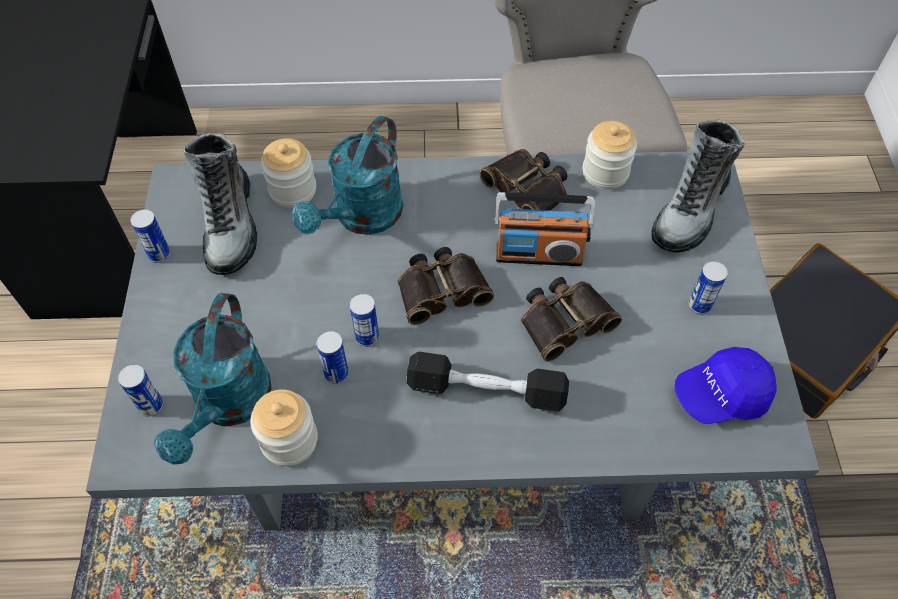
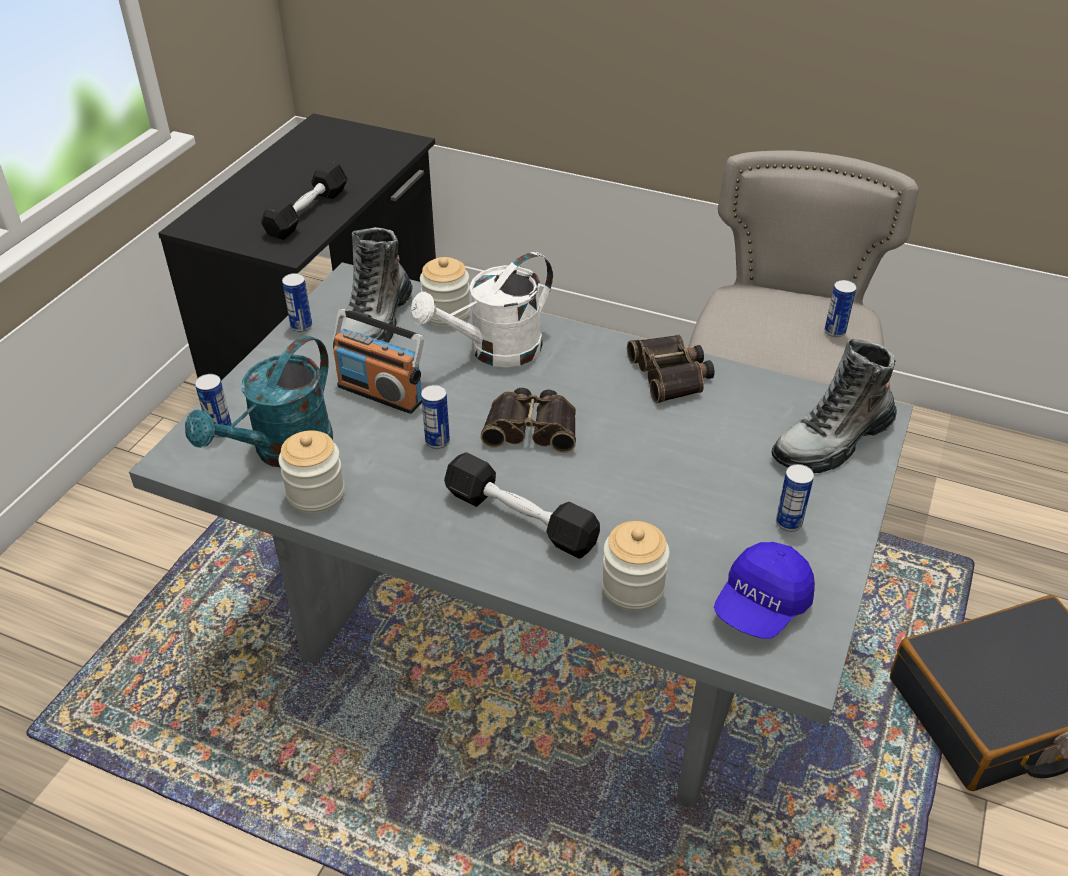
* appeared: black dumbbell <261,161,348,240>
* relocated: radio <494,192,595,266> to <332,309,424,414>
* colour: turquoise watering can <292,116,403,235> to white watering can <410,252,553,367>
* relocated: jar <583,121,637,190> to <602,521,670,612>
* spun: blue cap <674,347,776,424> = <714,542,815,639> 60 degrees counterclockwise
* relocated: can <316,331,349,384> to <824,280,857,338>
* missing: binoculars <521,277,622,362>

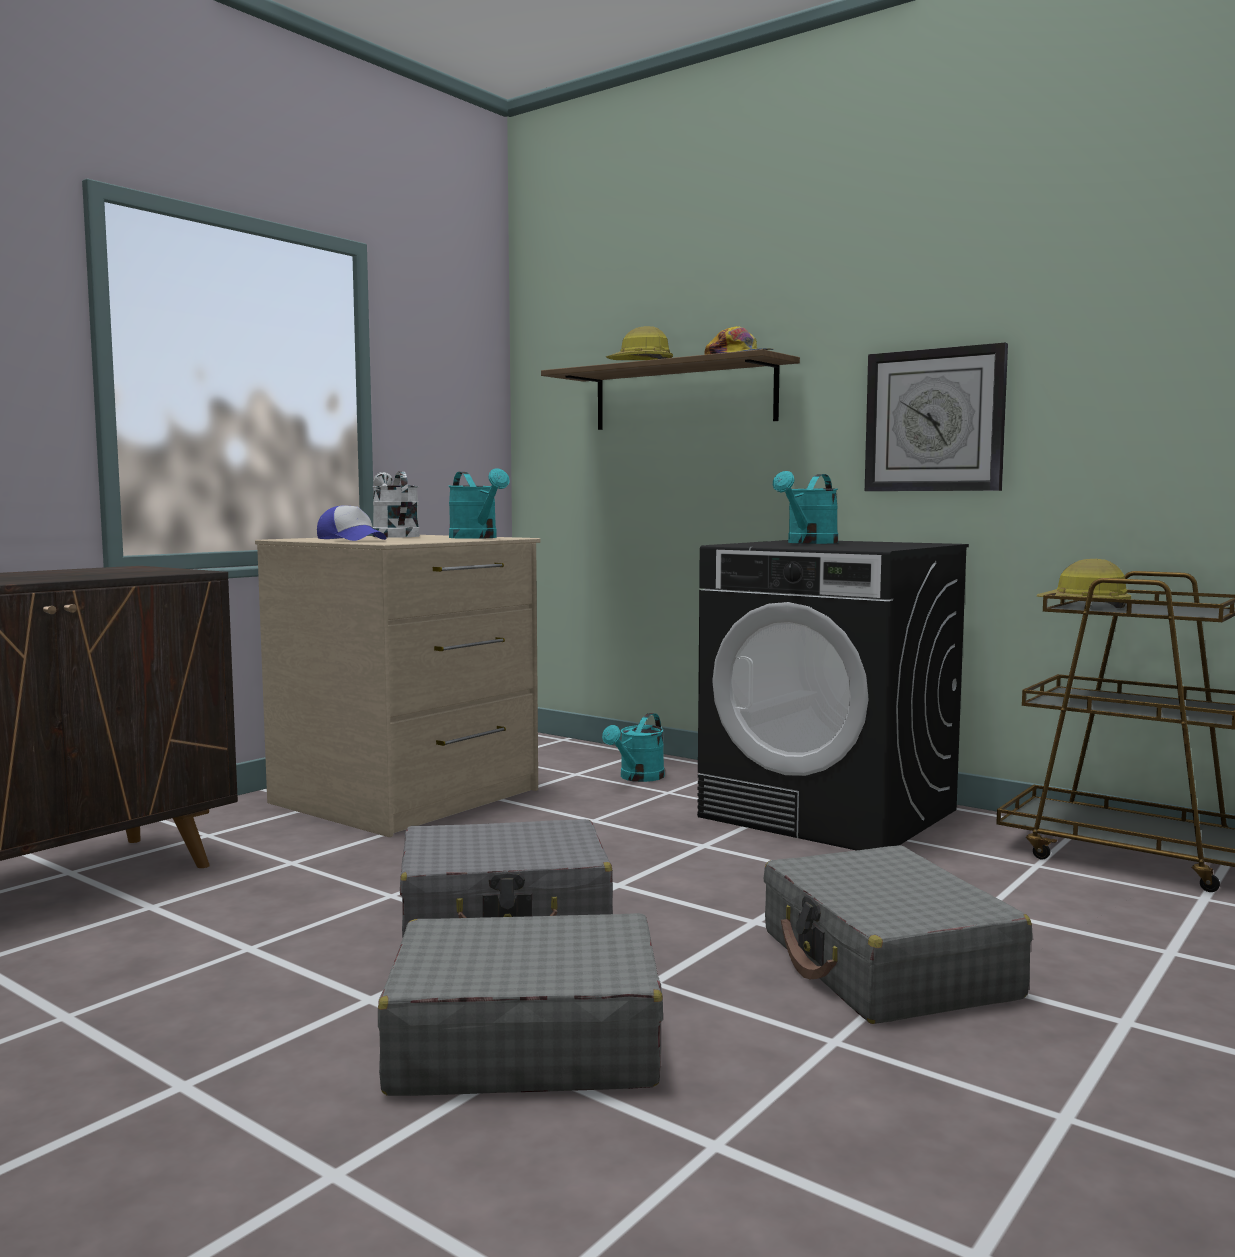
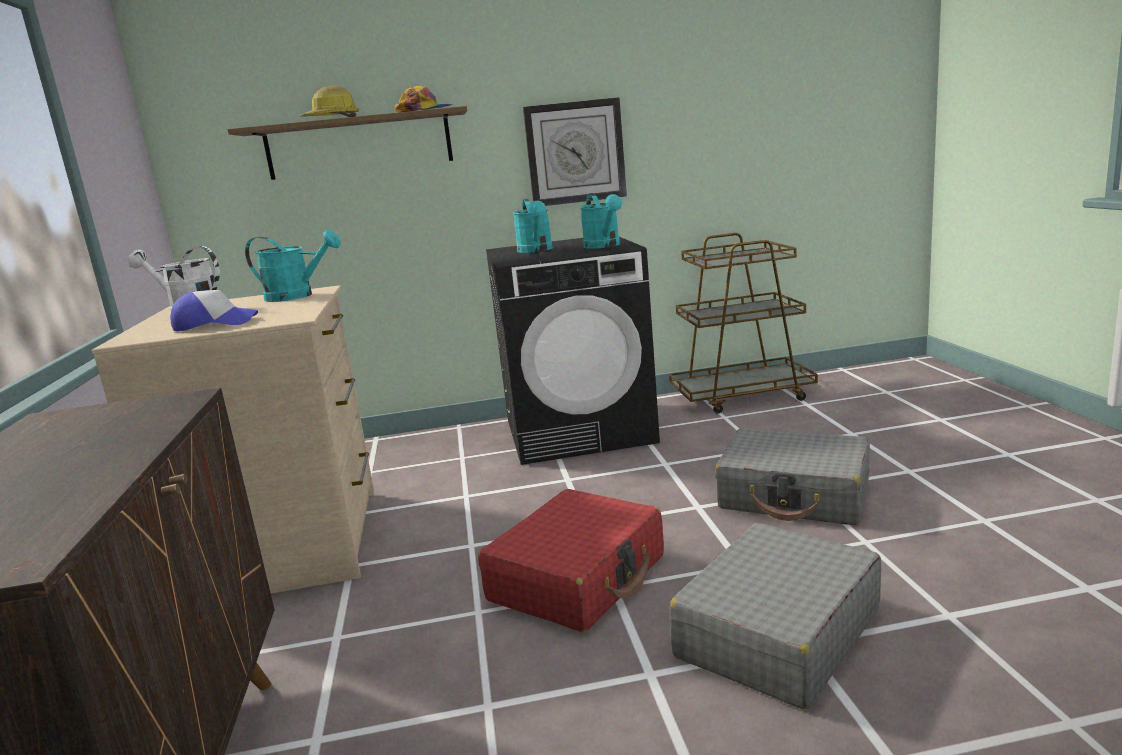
* colour: grey suitcase <400,819,613,939> to red suitcase <478,489,664,632>
* relocated: turquoise watering can <602,713,665,782> to <580,193,622,249>
* missing: hard hat <1037,559,1131,608>

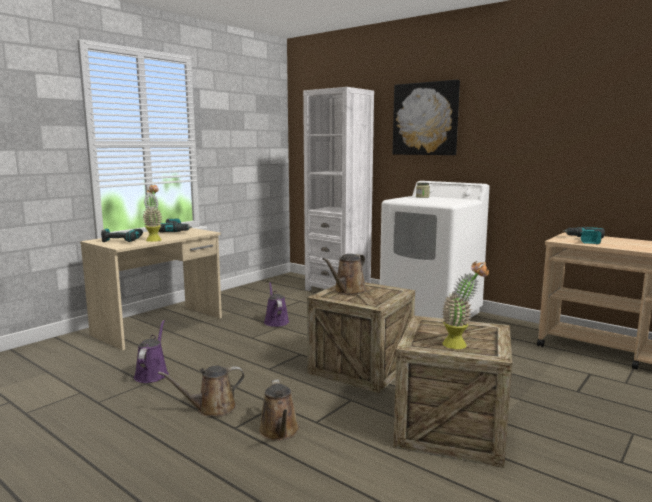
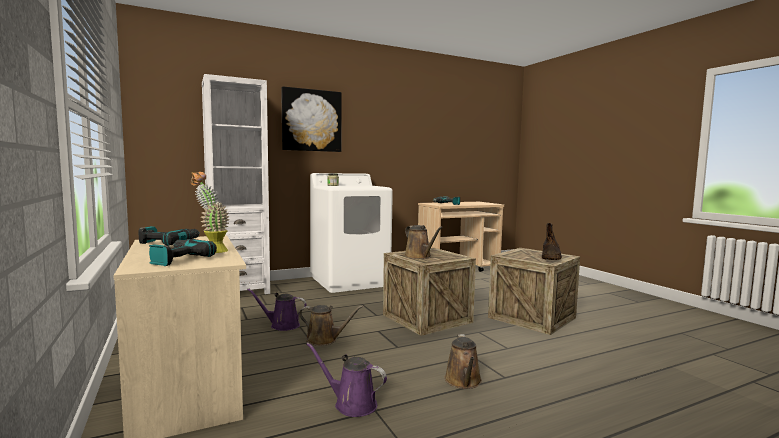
* relocated: brown watering can <259,379,300,441> to <299,305,364,346>
* exchanged: potted plant <442,261,489,349> to brown boot <542,223,562,260>

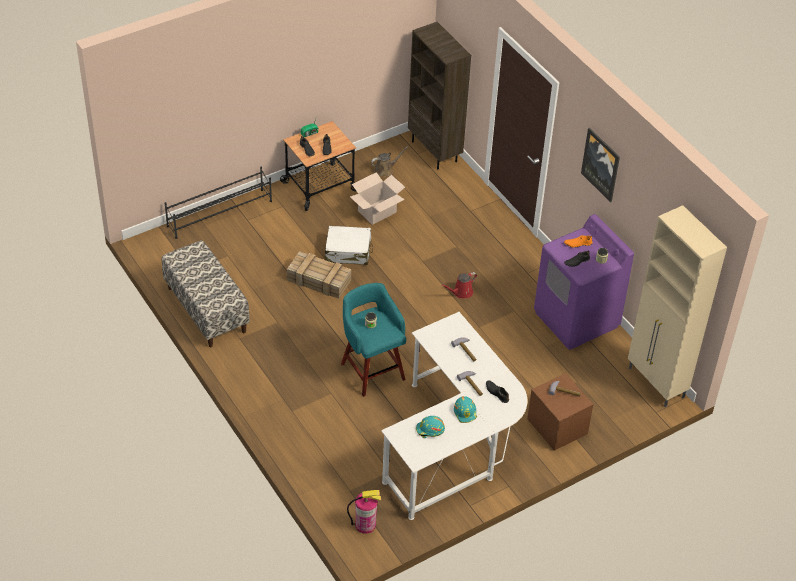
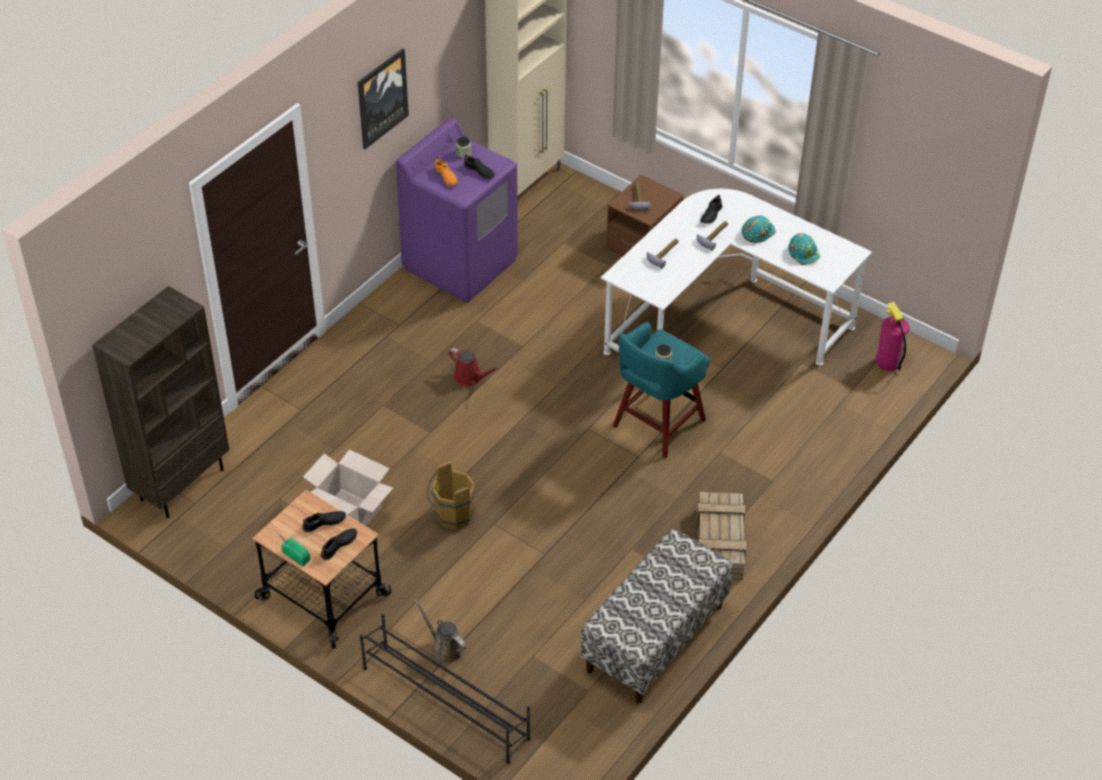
* relocated: brown watering can <371,146,408,177> to <414,599,466,663>
* exchanged: white suitcase <325,226,373,265> to brown bucket <427,462,476,530>
* relocated: crate <287,251,351,299> to <697,492,746,580>

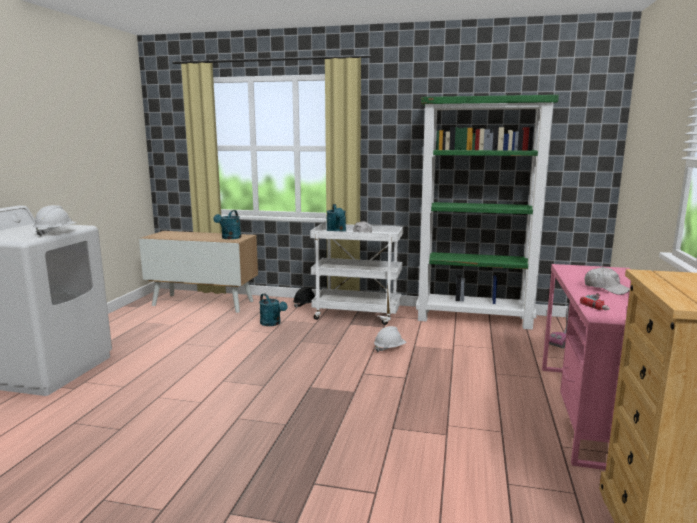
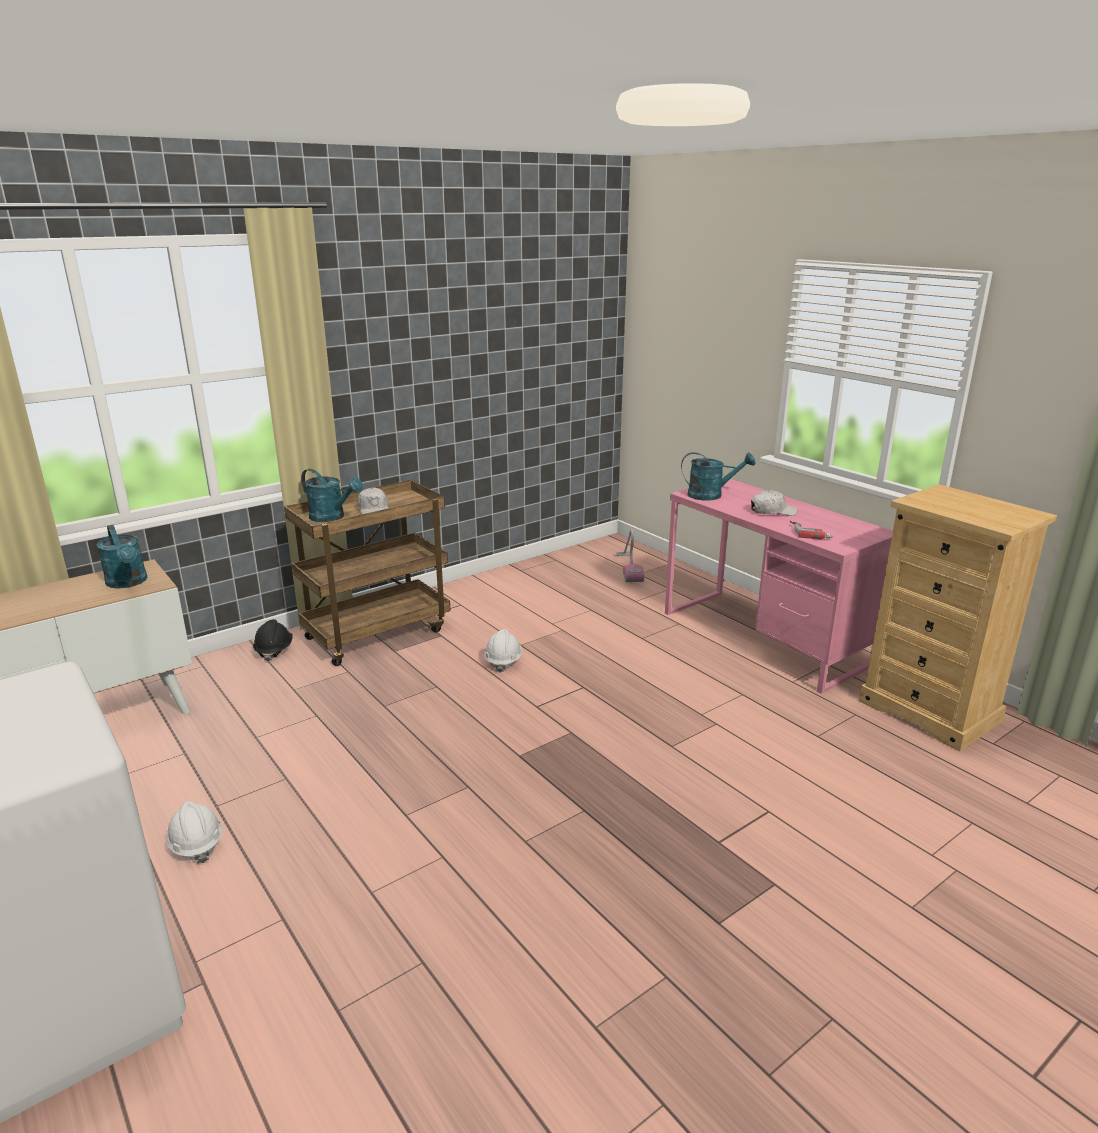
* relocated: white hard hat <33,205,76,236> to <166,801,223,863>
* colour: white cart <310,223,403,325> to brown cart <284,480,450,666>
* relocated: turquoise watering can <259,293,288,326> to <681,452,755,501>
* missing: green bookcase <416,95,559,330>

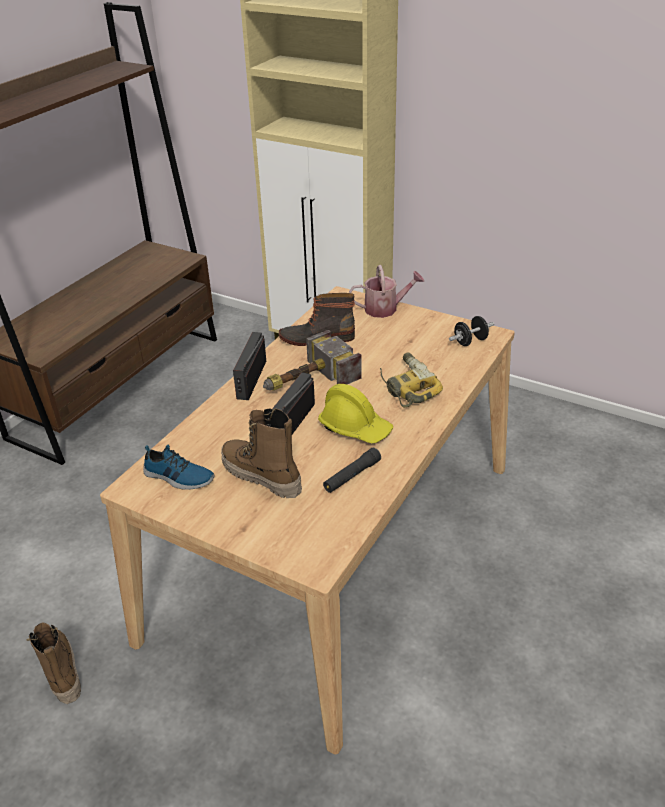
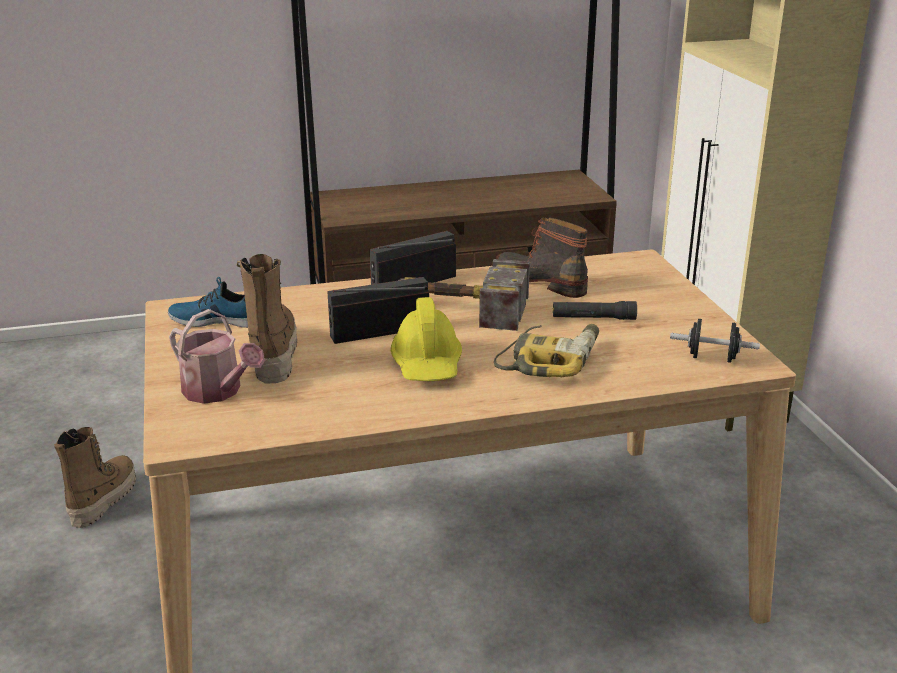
* spun: shoe <143,445,215,490> = <168,277,248,328> 120 degrees clockwise
* relocated: watering can <349,265,424,318> to <169,309,265,404>
* relocated: black flashlight <323,448,381,493> to <553,301,637,320>

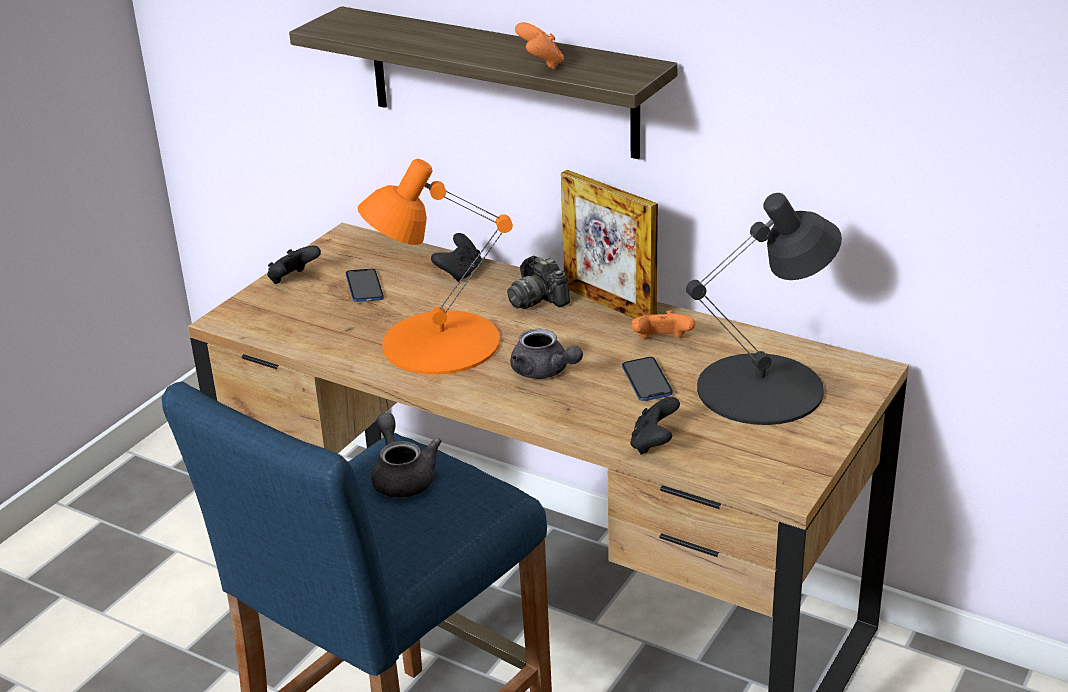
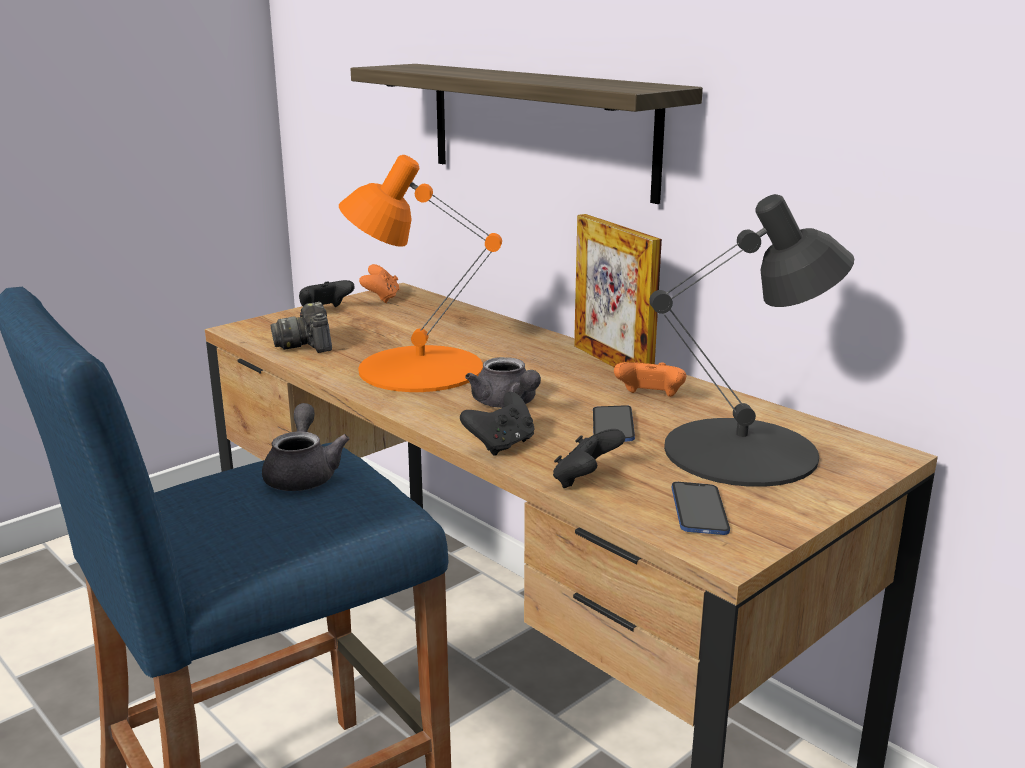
* relocated: photo camera <507,256,570,309> to <271,302,332,353>
* relocated: orange game controller <515,22,564,70> to <359,264,399,303>
* relocated: black game controller <431,233,482,282> to <460,392,534,456>
* relocated: phone <346,269,384,302> to <671,482,730,535>

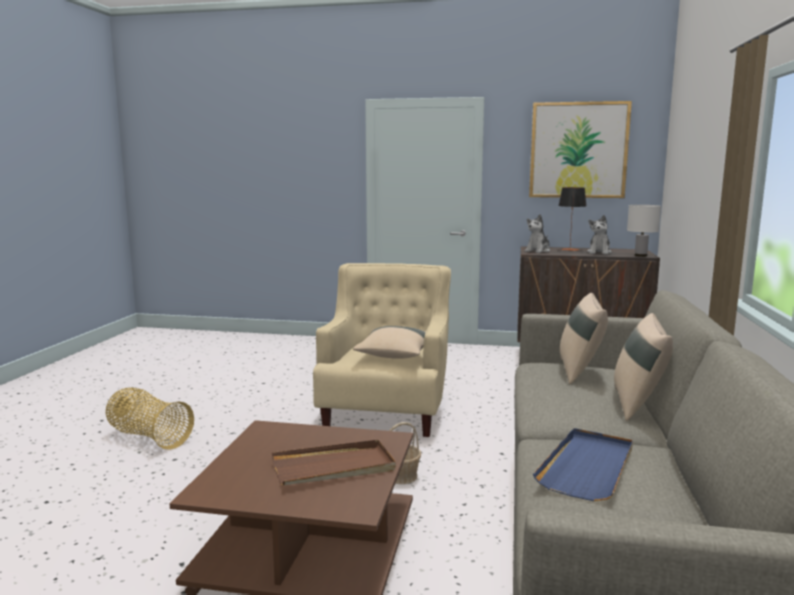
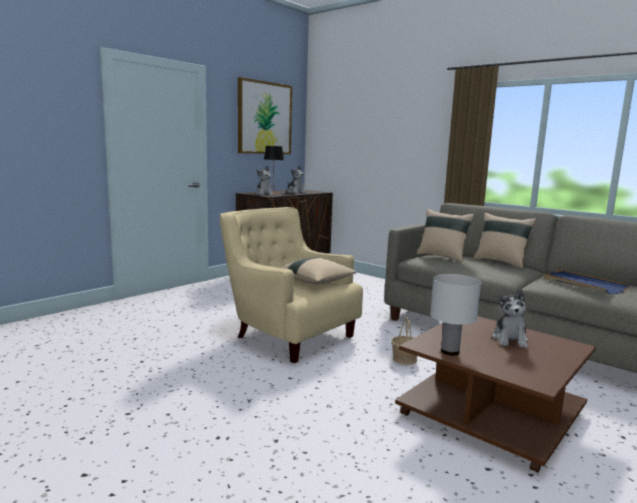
* relocated: white table lamp <627,205,661,257> to <430,274,481,356>
* exchanged: brown tray <272,440,396,485> to plush toy <492,289,528,348>
* missing: basket <106,387,194,450>

